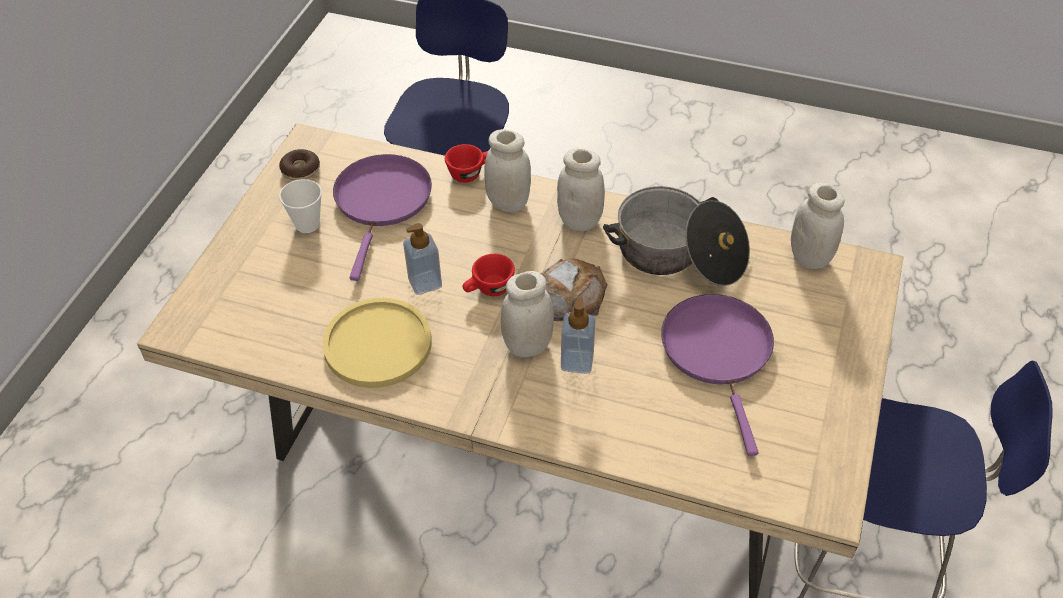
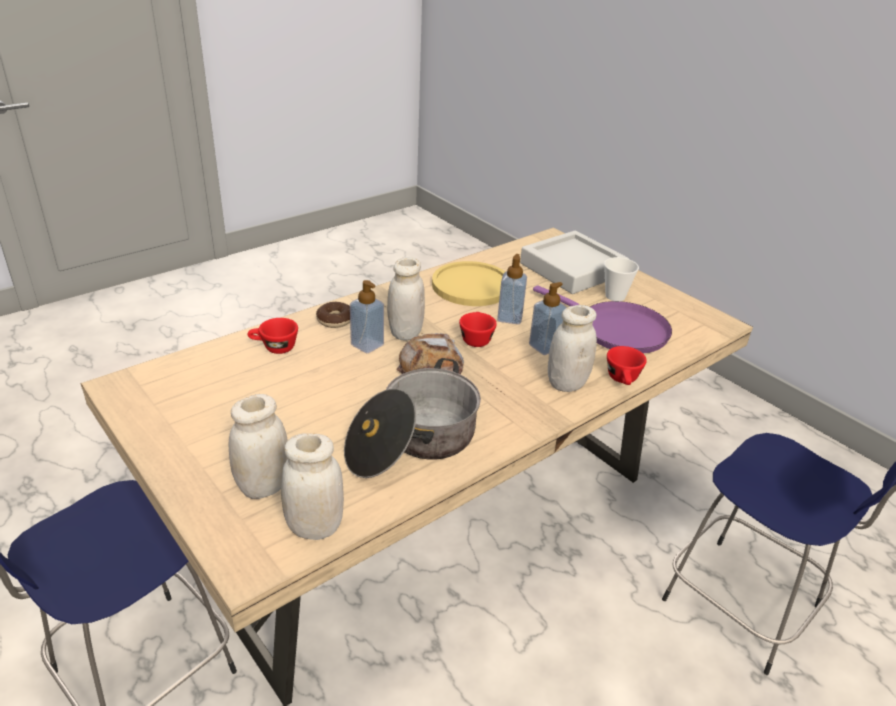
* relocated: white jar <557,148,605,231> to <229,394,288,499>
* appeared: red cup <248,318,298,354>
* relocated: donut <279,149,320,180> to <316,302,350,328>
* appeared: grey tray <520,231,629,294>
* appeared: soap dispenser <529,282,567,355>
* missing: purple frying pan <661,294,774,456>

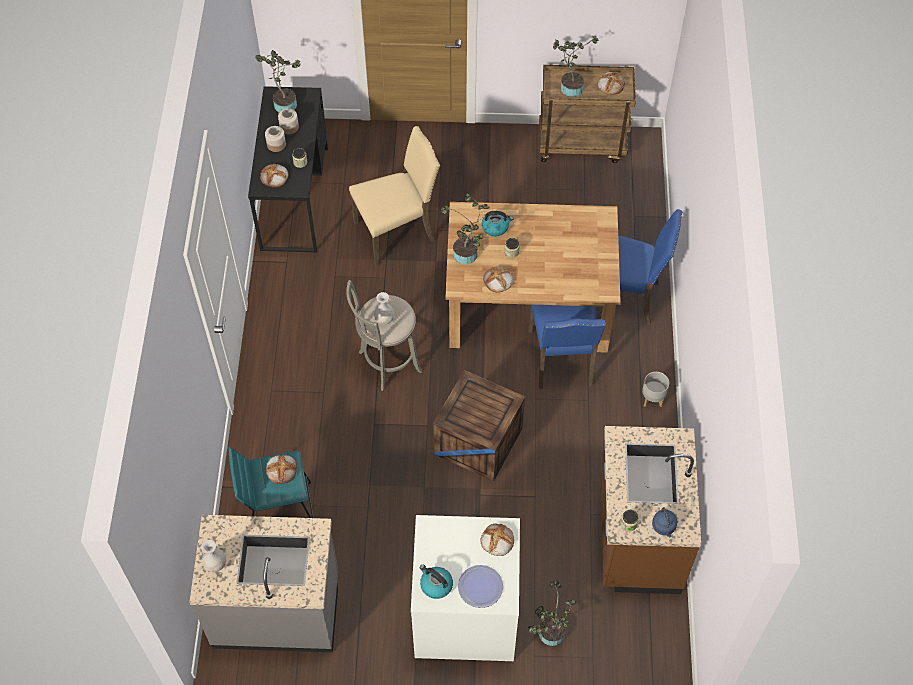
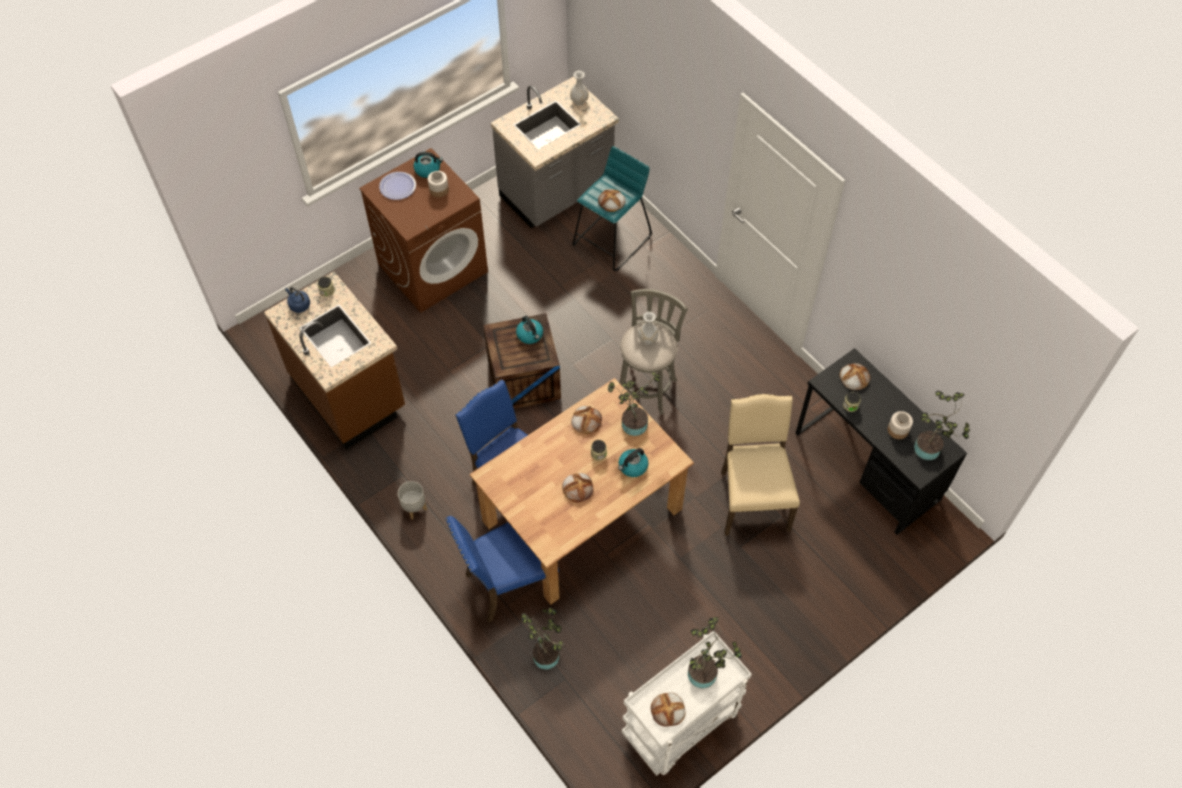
* colour: white washing machine <411,515,520,661> to brown washing machine <359,148,488,313>
* relocated: jar <265,126,286,152> to <428,171,449,197>
* appeared: kettle <516,316,543,344>
* relocated: potted plant <528,581,577,646> to <521,607,564,670>
* relocated: bread <480,524,514,556> to <562,473,594,503>
* colour: brown cart <539,63,636,163> to white cart <622,631,752,776>
* spun: beige chair <349,126,440,267> = <721,394,800,536> 150 degrees clockwise

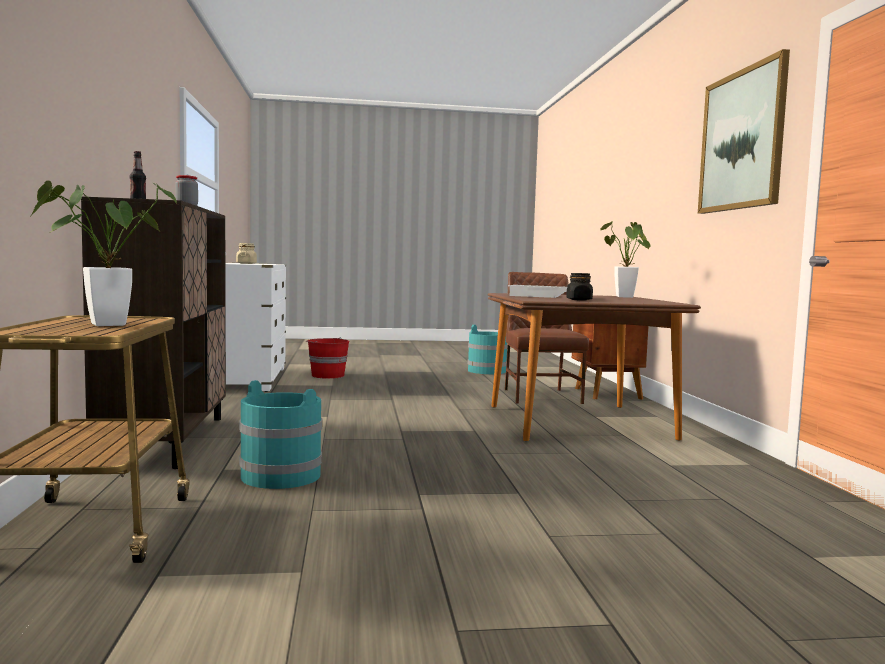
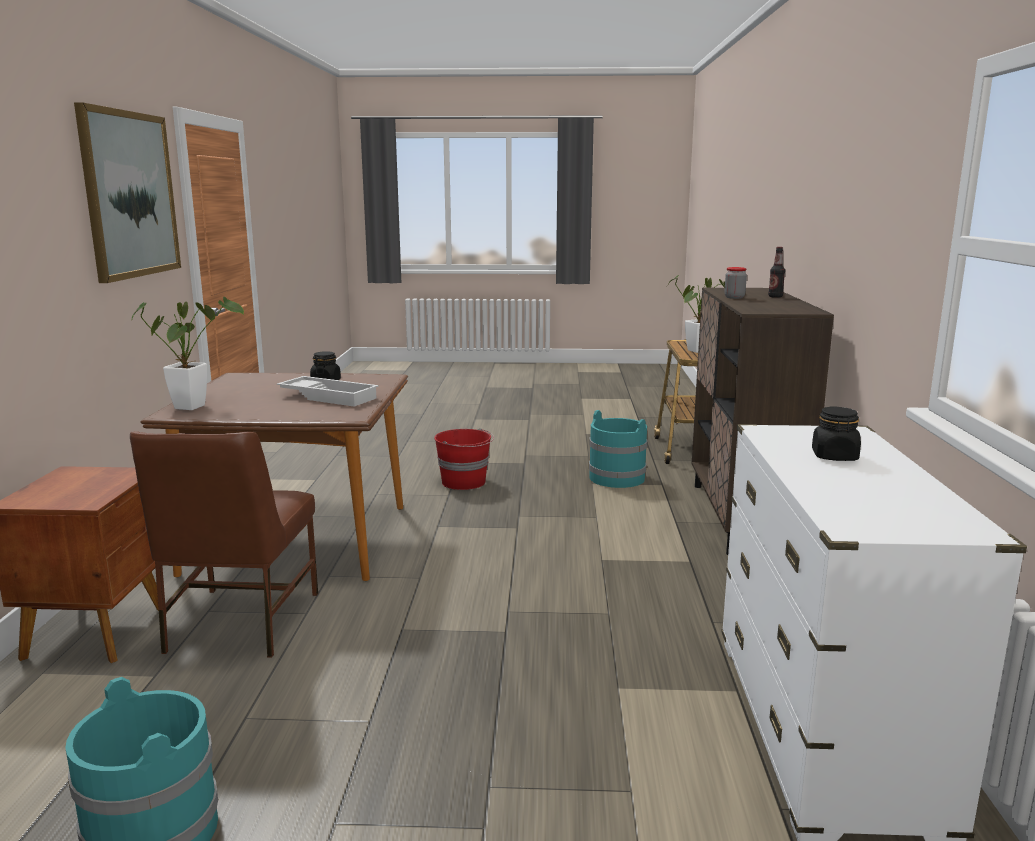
* relocated: red bucket <305,337,350,379> to <434,428,494,490>
* colour: beige jar <236,243,257,264> to black jar <812,406,861,461>

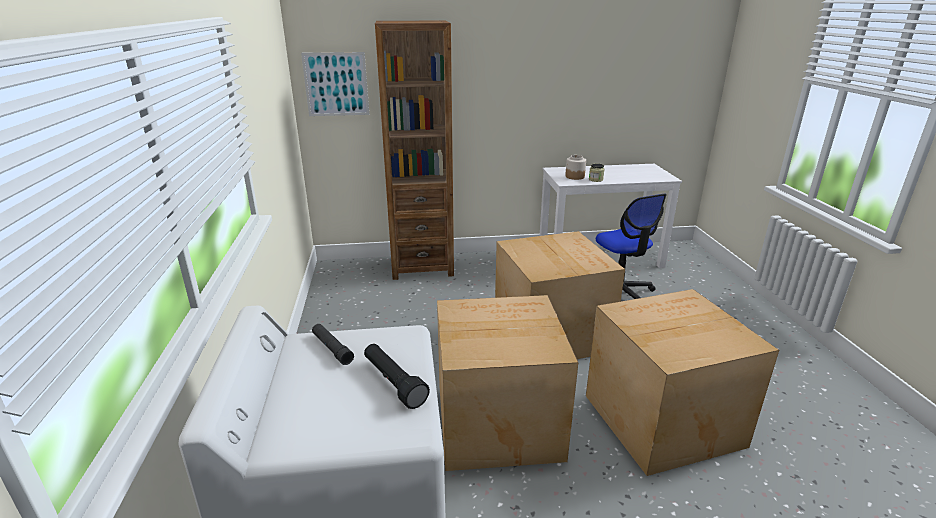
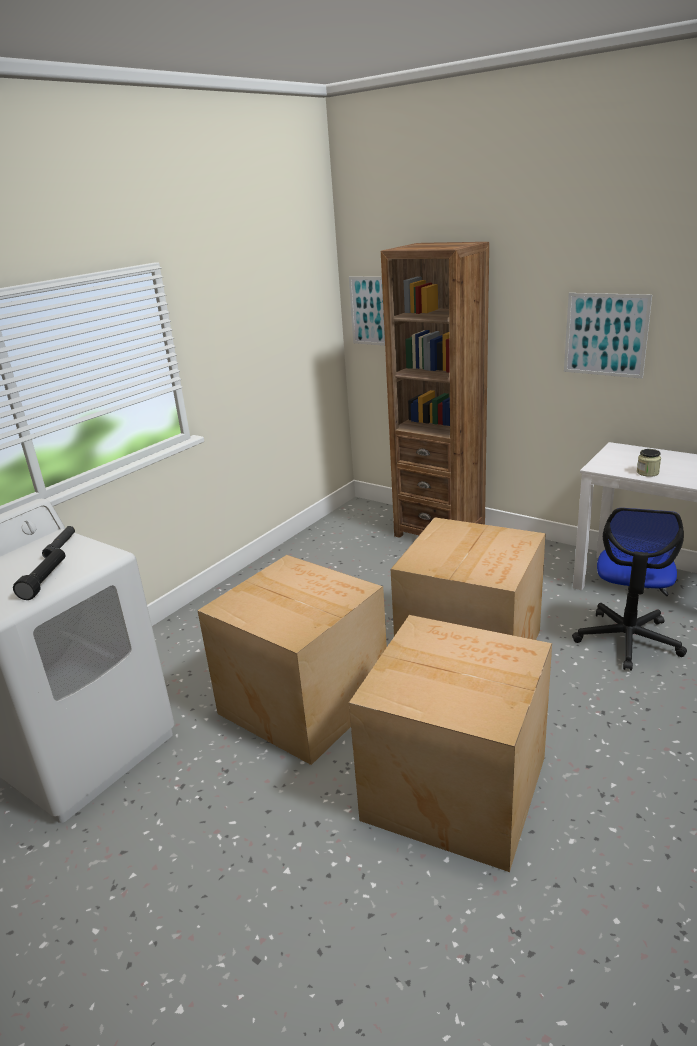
* appeared: picture <564,293,652,379>
* missing: jar <565,155,586,180>

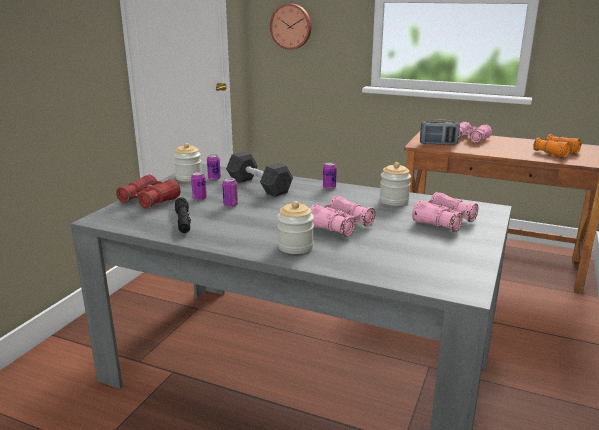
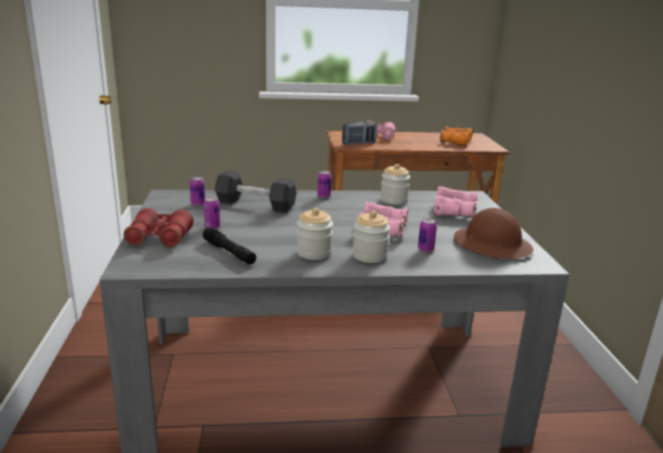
* relocated: jar <174,143,202,182> to <297,208,333,260>
* relocated: can <222,178,238,207> to <418,218,437,252>
* appeared: brown hard hat <454,208,534,259>
* missing: wall clock <270,4,311,50>

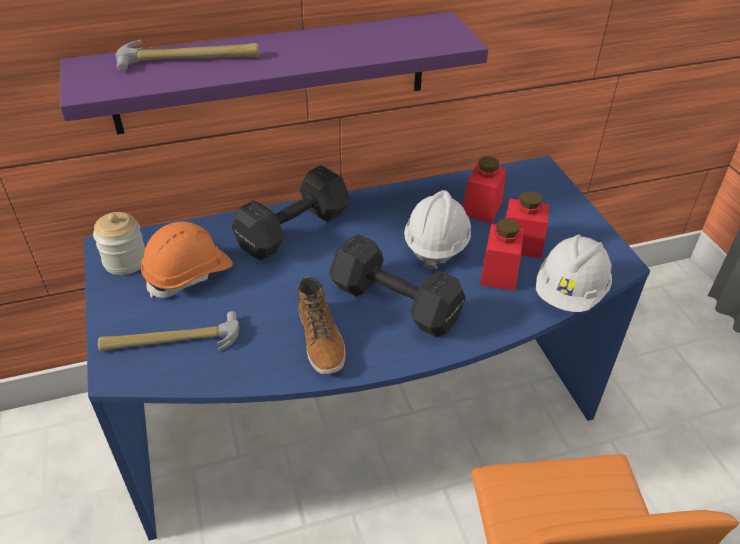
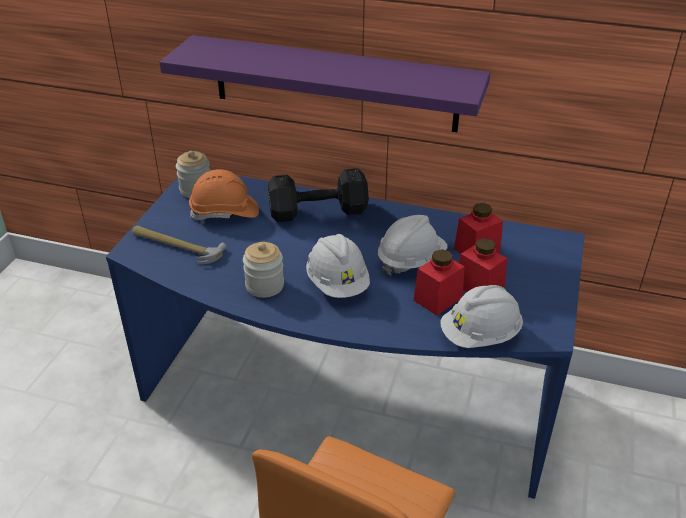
* exchanged: boot <297,276,346,374> to jar <243,242,284,298>
* exchanged: black dumbbell <330,234,466,337> to white hard hat <306,234,370,298>
* missing: hammer <115,40,259,71>

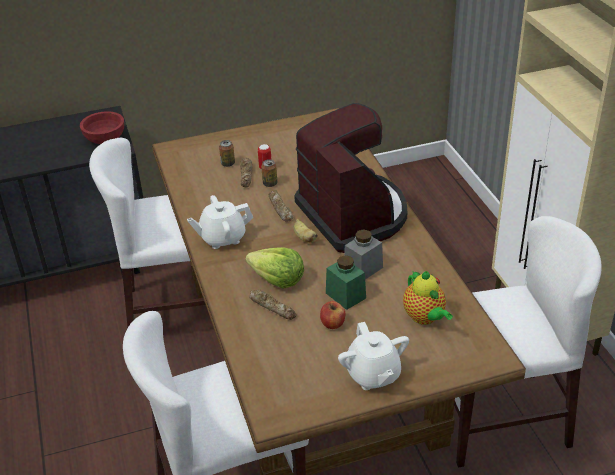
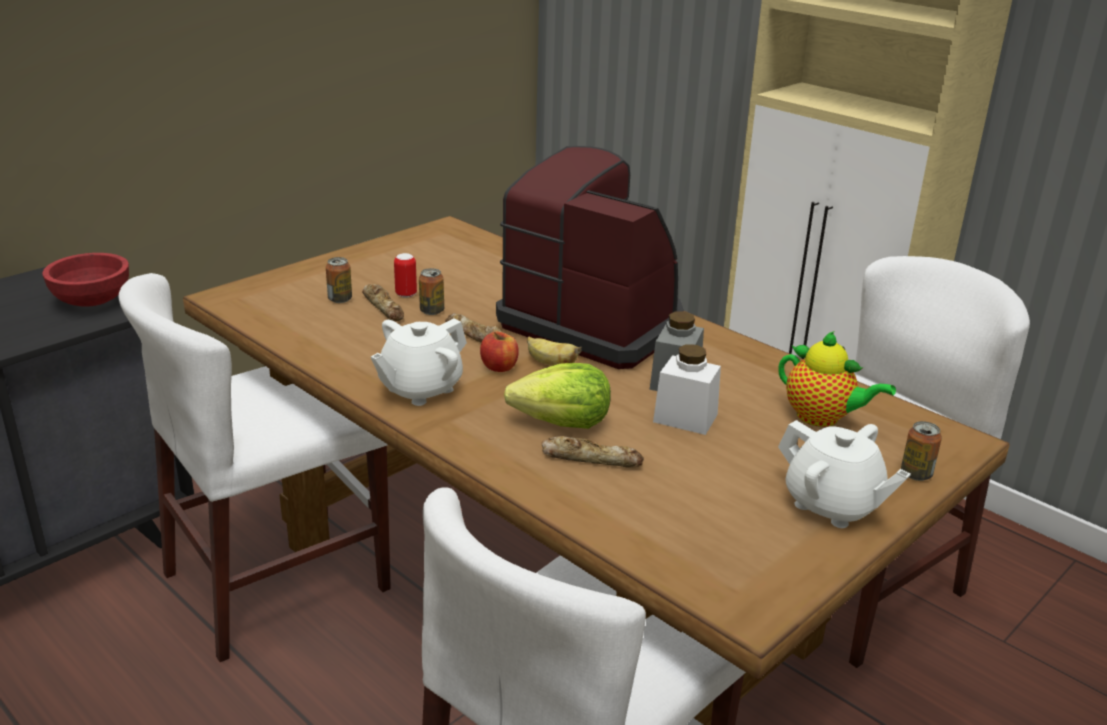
* relocated: apple <320,301,346,329> to <480,332,519,372>
* colour: green jar <326,255,366,310> to white jar <653,344,721,435>
* appeared: can <901,421,942,481>

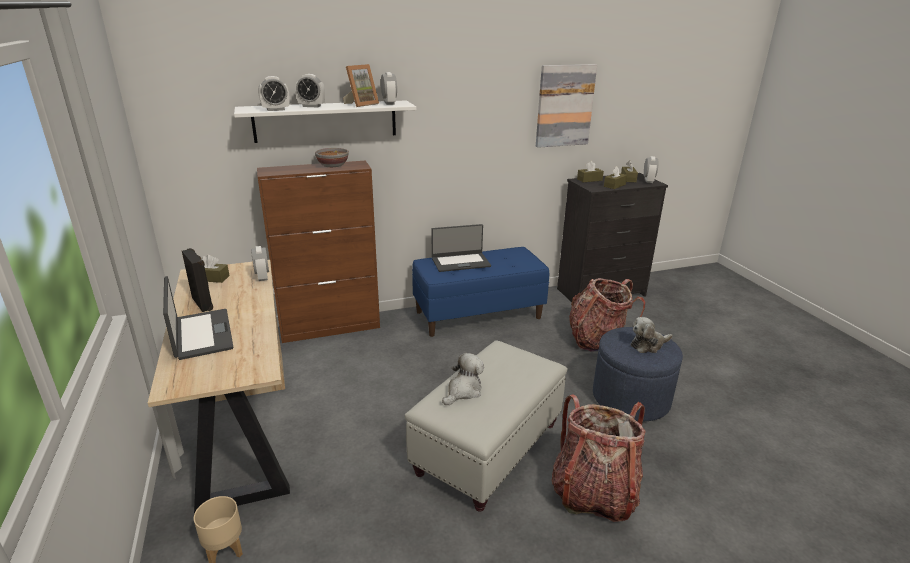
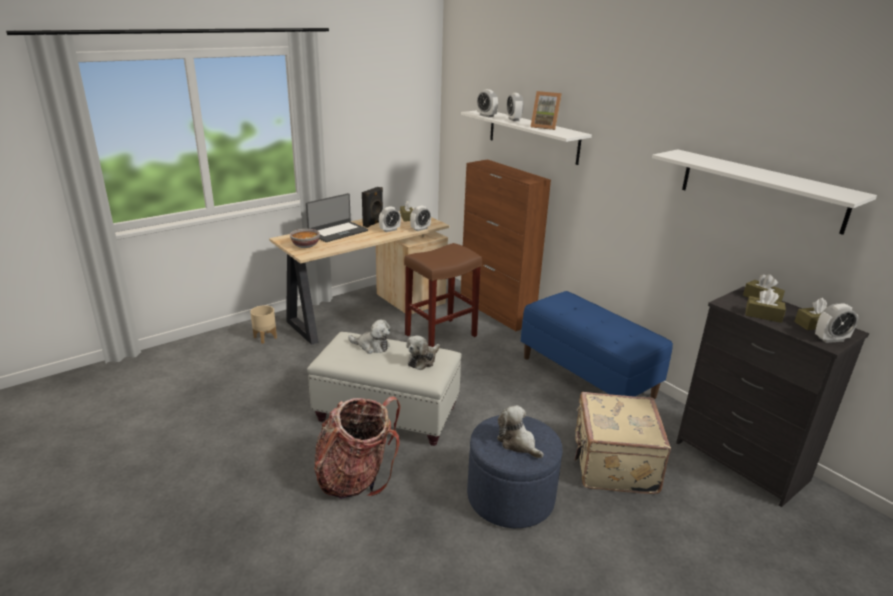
* relocated: bowl <315,148,349,167> to <290,229,320,248>
* relocated: alarm clock <381,72,397,105> to <379,206,401,232>
* appeared: brown stool <404,243,482,347>
* appeared: plush toy <406,336,440,370>
* exchanged: backpack <569,278,645,351> to beige suitcase <574,392,671,494>
* exchanged: picture <536,64,597,148> to white shelf <652,149,877,235>
* missing: laptop <432,224,491,272>

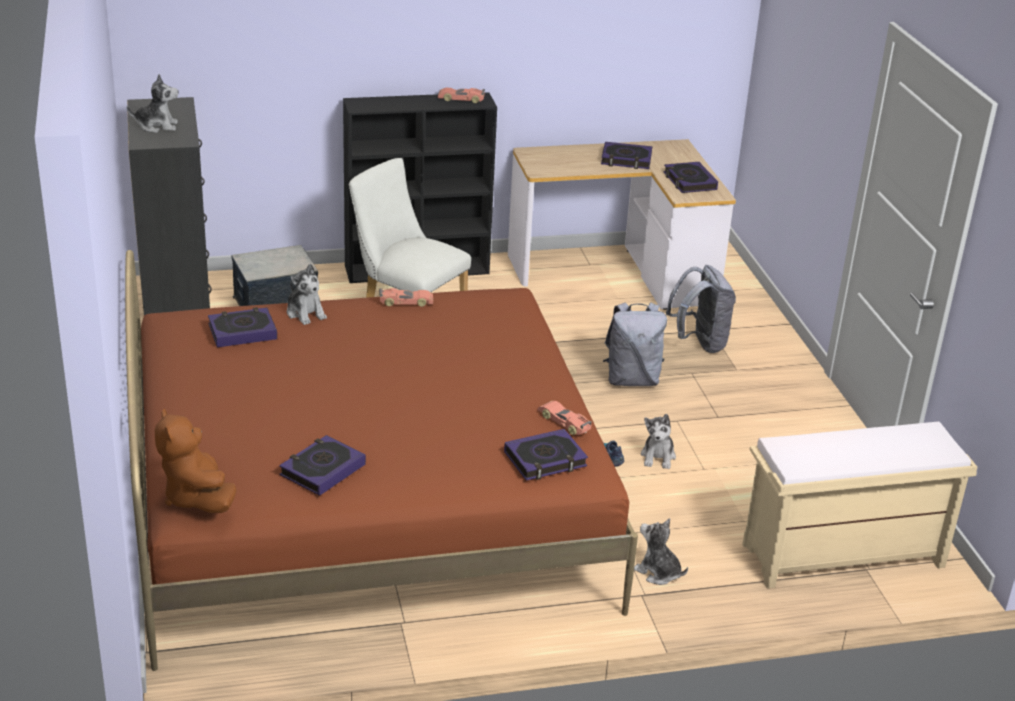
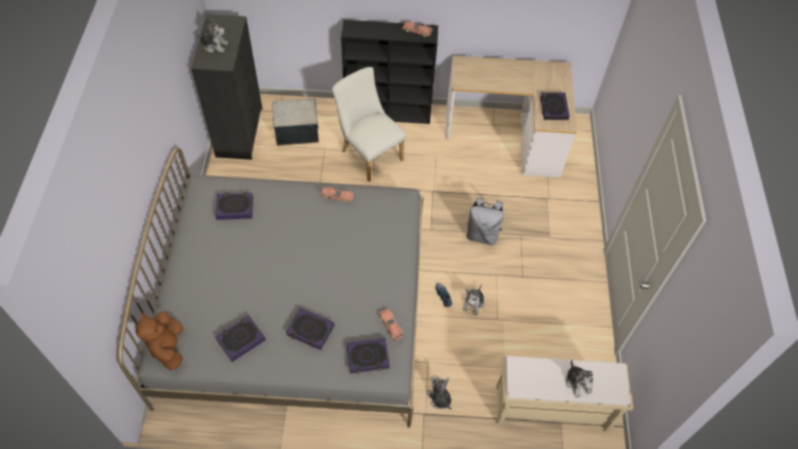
* colour: brown bed <125,250,638,671> to grey bed <117,148,424,428>
* relocated: book <601,142,652,169> to <286,308,335,350>
* relocated: plush toy <287,264,327,325> to <565,360,593,398>
* missing: grey backpack <666,265,736,353>

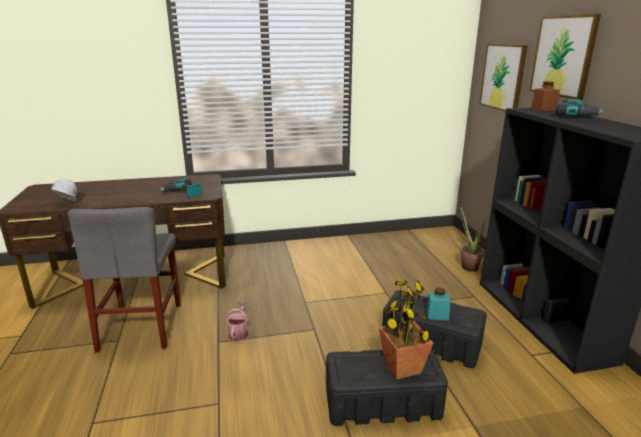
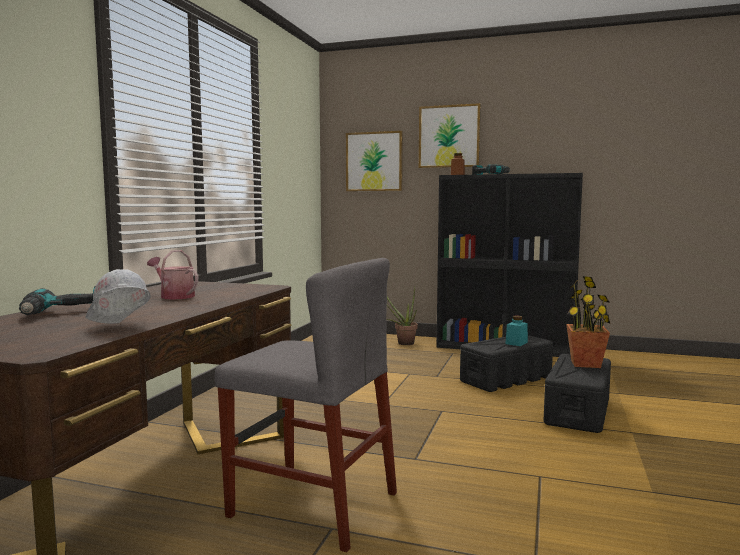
* relocated: power drill <159,178,202,198> to <19,286,95,315>
* relocated: watering can <226,302,248,341> to <147,250,198,300>

